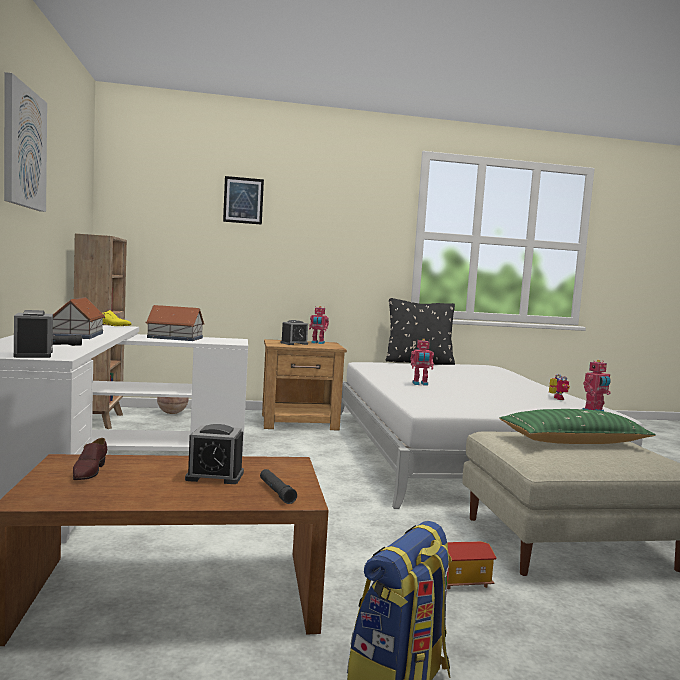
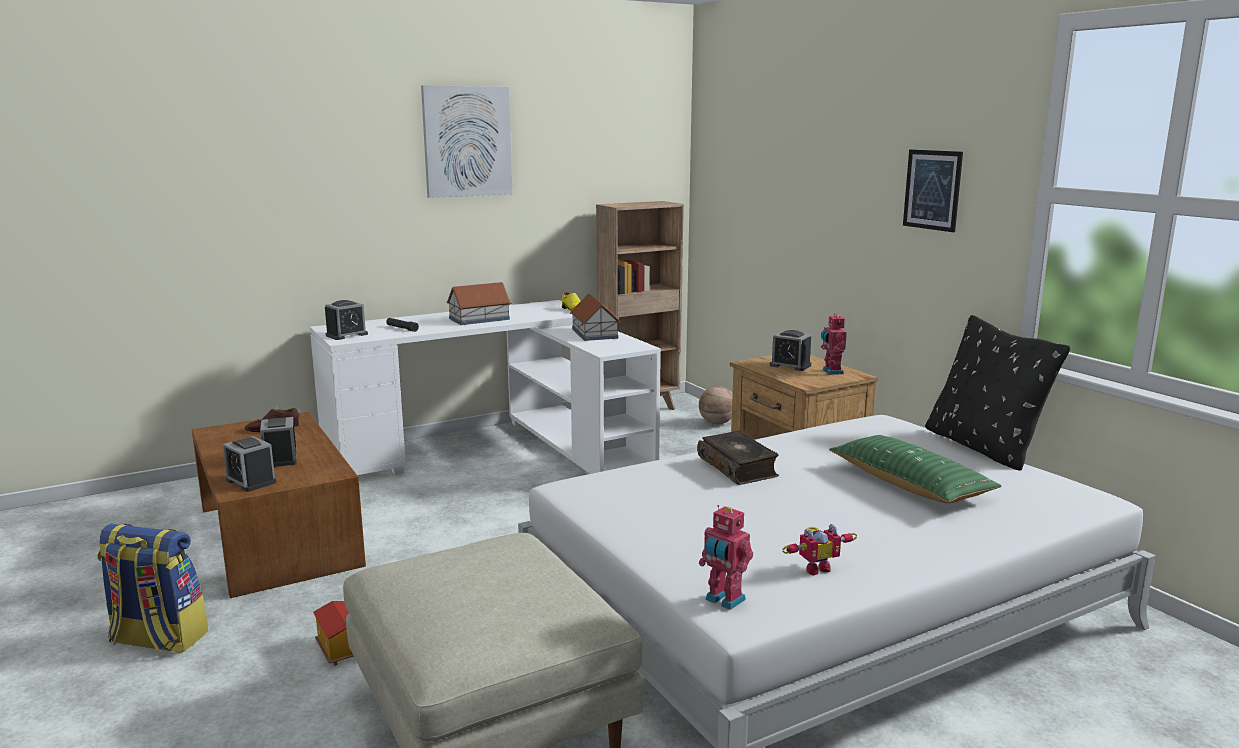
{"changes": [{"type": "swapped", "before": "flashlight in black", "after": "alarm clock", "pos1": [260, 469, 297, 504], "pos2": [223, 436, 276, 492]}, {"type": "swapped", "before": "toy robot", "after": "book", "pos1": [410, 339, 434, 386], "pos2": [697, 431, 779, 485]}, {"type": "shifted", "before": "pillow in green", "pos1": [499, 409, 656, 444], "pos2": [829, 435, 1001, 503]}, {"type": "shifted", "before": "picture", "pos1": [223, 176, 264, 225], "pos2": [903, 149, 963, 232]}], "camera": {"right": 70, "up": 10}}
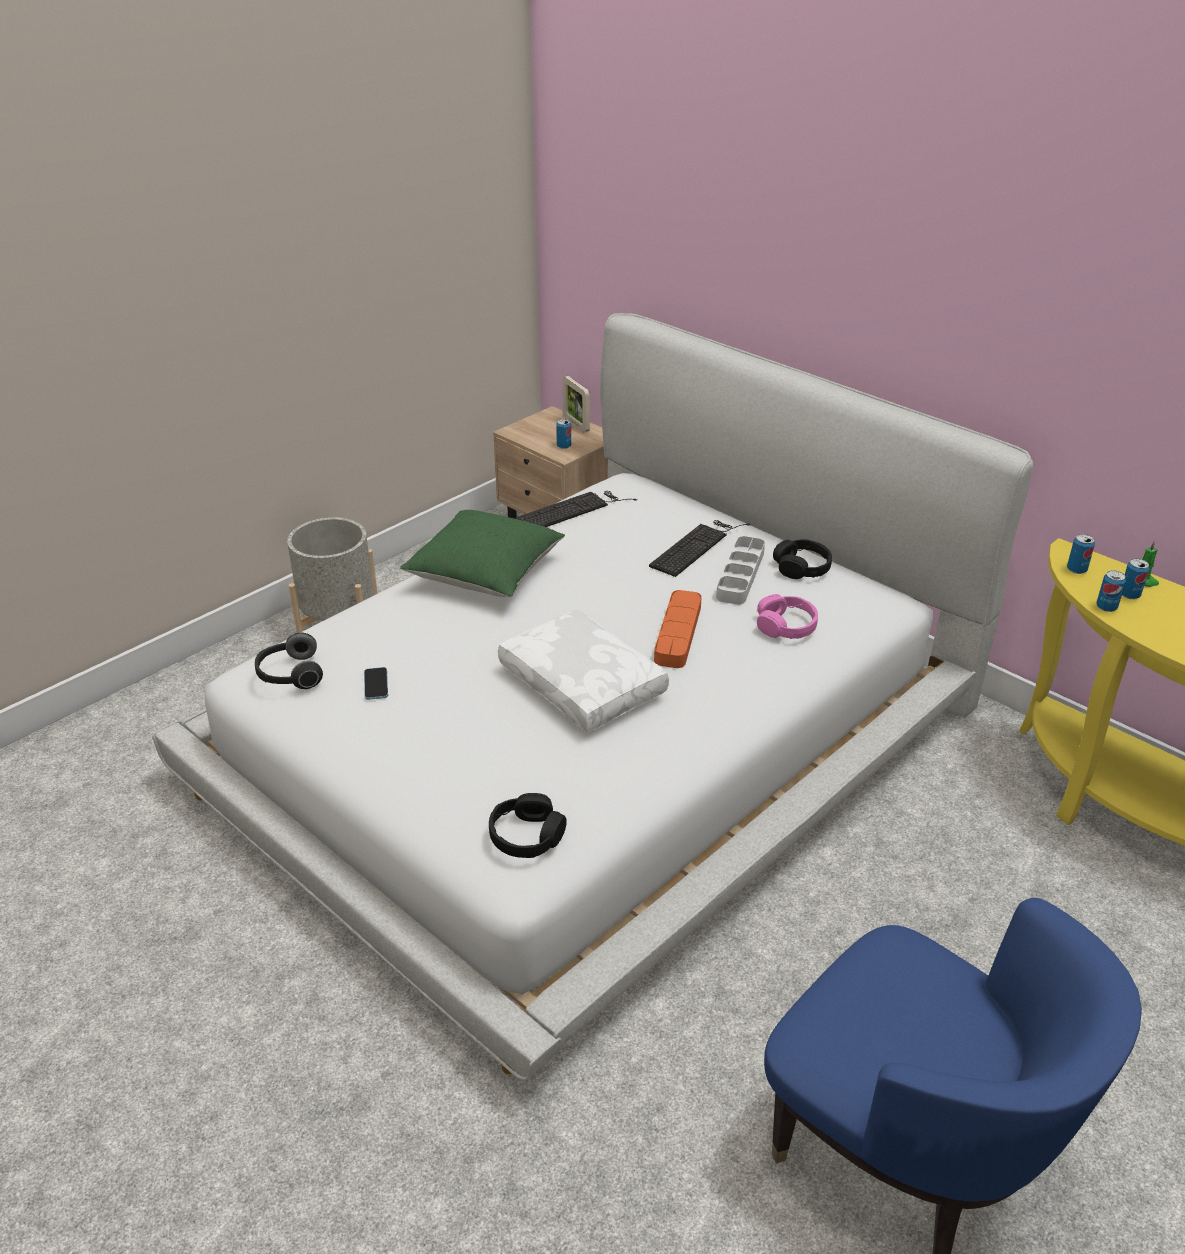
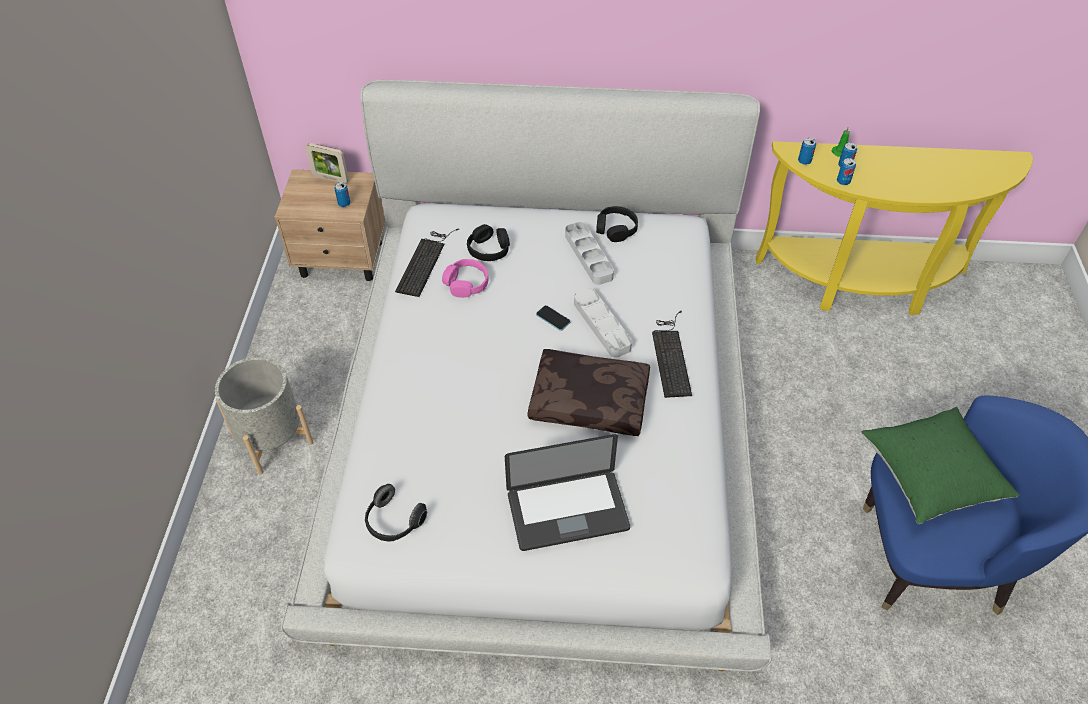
{"changes": [{"type": "shifted", "before": "headphones in pink", "pos1": [757, 594, 818, 639], "pos2": [442, 259, 488, 298]}, {"type": "shifted", "before": "headphones in black", "pos1": [489, 793, 567, 858], "pos2": [467, 224, 510, 261]}, {"type": "new", "after": "laptop", "pos2": [505, 434, 630, 551]}, {"type": "repainted", "before": "pillow in white", "after": "pillow in brown", "pos1": [498, 609, 669, 732], "pos2": [528, 349, 650, 436]}, {"type": "shifted", "before": "phone", "pos1": [364, 667, 388, 700], "pos2": [536, 305, 571, 331]}, {"type": "repainted", "before": "tray in orange", "after": "tray in grey", "pos1": [654, 590, 702, 668], "pos2": [574, 288, 632, 357]}, {"type": "shifted", "before": "keyboard", "pos1": [649, 520, 750, 577], "pos2": [652, 311, 692, 398]}, {"type": "shifted", "before": "pillow in green", "pos1": [400, 510, 565, 597], "pos2": [861, 407, 1020, 524]}], "camera": {"right": -40, "up": 15}}
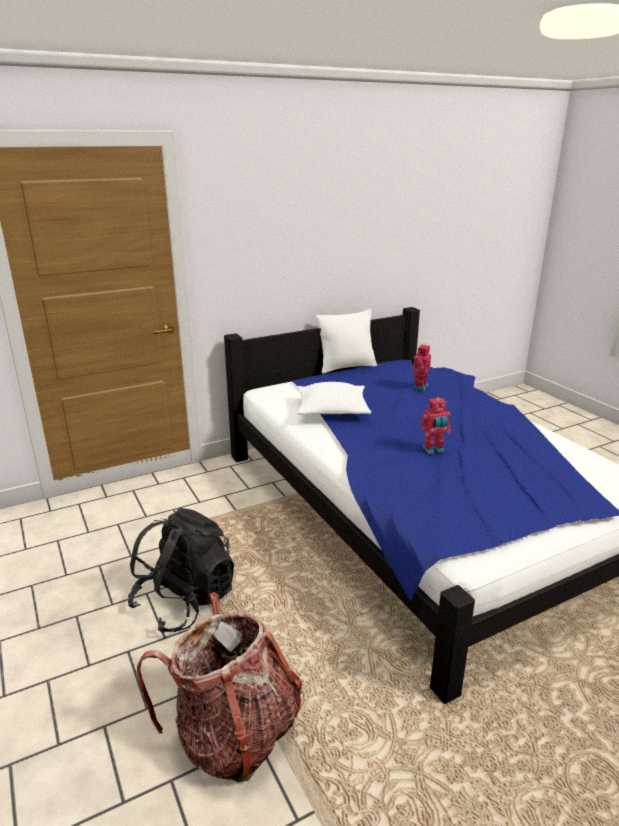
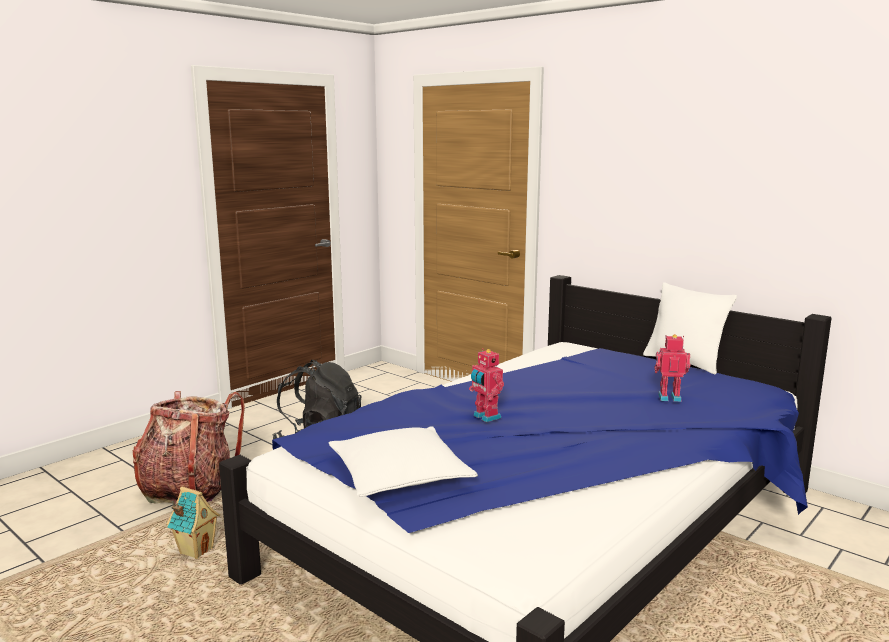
{"changes": [{"type": "new", "after": "toy house", "pos2": [166, 486, 220, 559]}, {"type": "shifted", "before": "pillow in white", "pos1": [297, 382, 371, 415], "pos2": [329, 427, 478, 497]}], "camera": {"right": 70, "up": -10}}
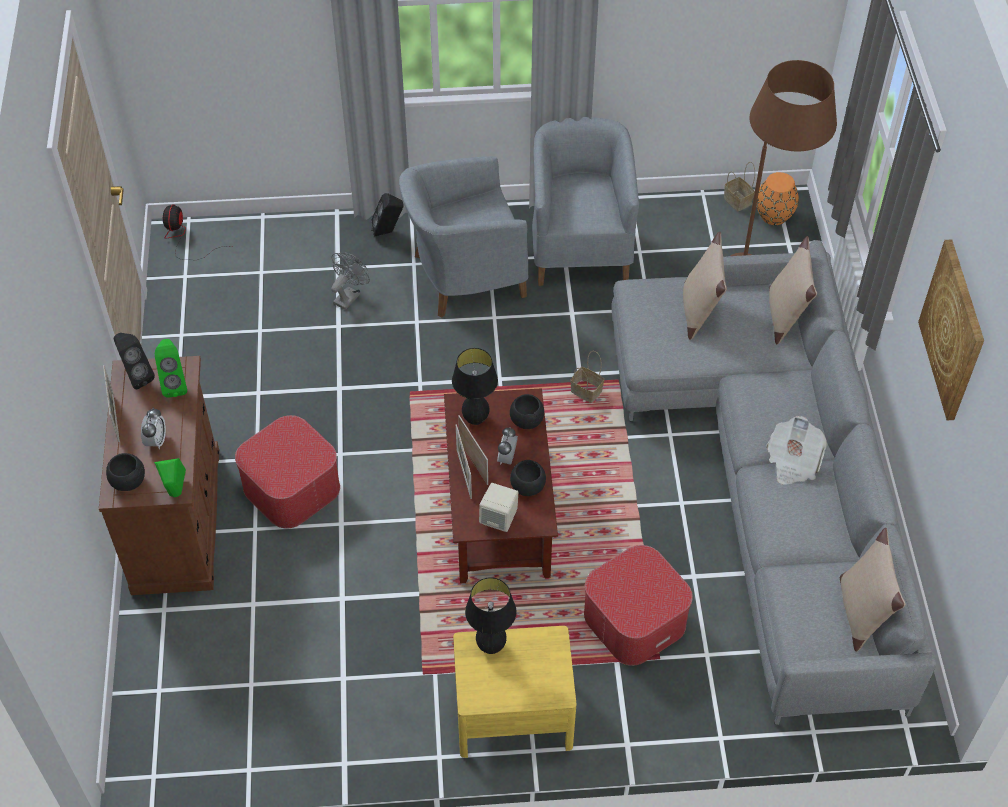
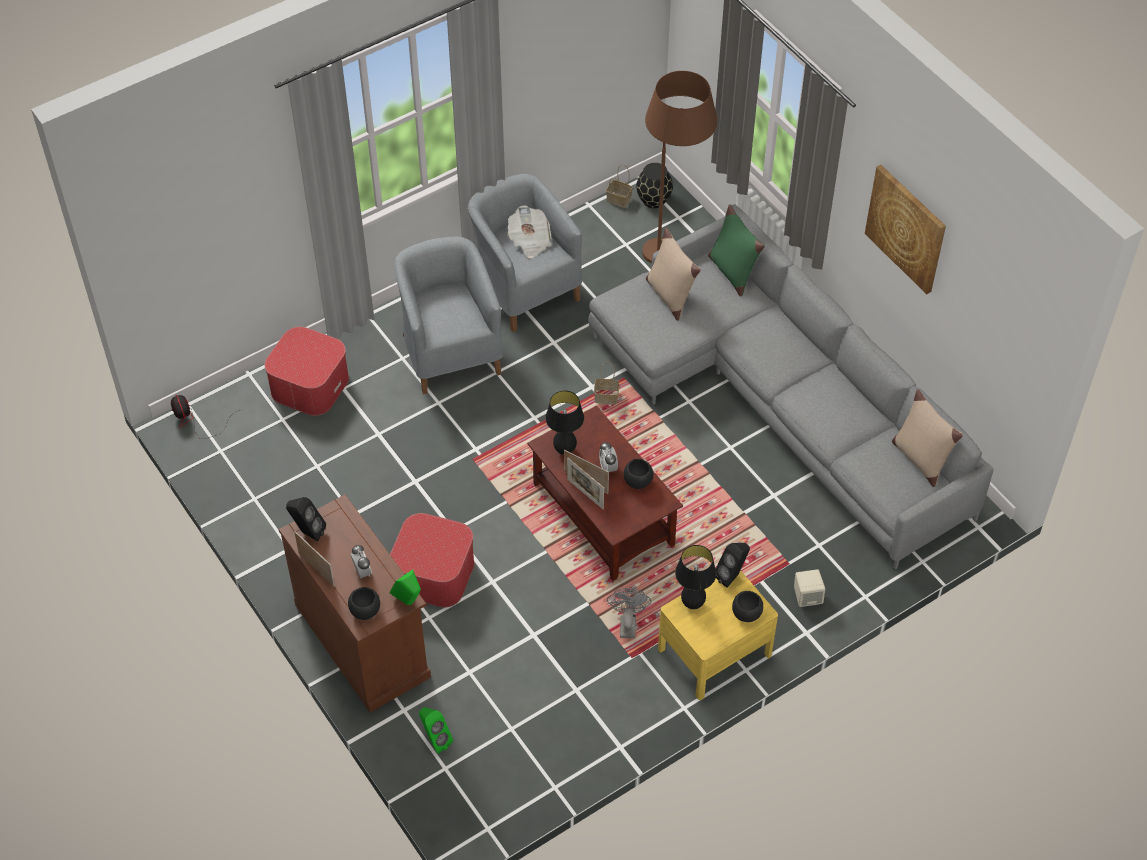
{"changes": [{"type": "shifted", "before": "ottoman", "pos1": [584, 545, 693, 666], "pos2": [265, 327, 349, 416]}, {"type": "rotated", "before": "armchair in grey", "pos1": [399, 156, 529, 318], "pos2": [394, 237, 503, 394], "turn": 120}, {"type": "shifted", "before": "speaker in green", "pos1": [155, 339, 187, 398], "pos2": [419, 707, 453, 754]}, {"type": "shifted", "before": "newspaper", "pos1": [767, 416, 827, 485], "pos2": [508, 205, 551, 259]}, {"type": "shifted", "before": "fan in grey", "pos1": [331, 253, 370, 310], "pos2": [607, 588, 652, 638]}, {"type": "repainted", "before": "vase in orange", "after": "vase in black", "pos1": [756, 172, 799, 225], "pos2": [636, 163, 673, 208]}, {"type": "repainted", "before": "pillow in beige", "after": "pillow in green", "pos1": [769, 236, 817, 344], "pos2": [708, 204, 765, 297]}, {"type": "shifted", "before": "speaker in black", "pos1": [371, 193, 403, 237], "pos2": [716, 543, 750, 588]}, {"type": "shifted", "before": "bowl in black", "pos1": [510, 394, 544, 429], "pos2": [732, 591, 763, 622]}, {"type": "shifted", "before": "speaker in beige", "pos1": [479, 483, 518, 532], "pos2": [794, 569, 825, 607]}], "camera": {"right": -30, "up": 0}}
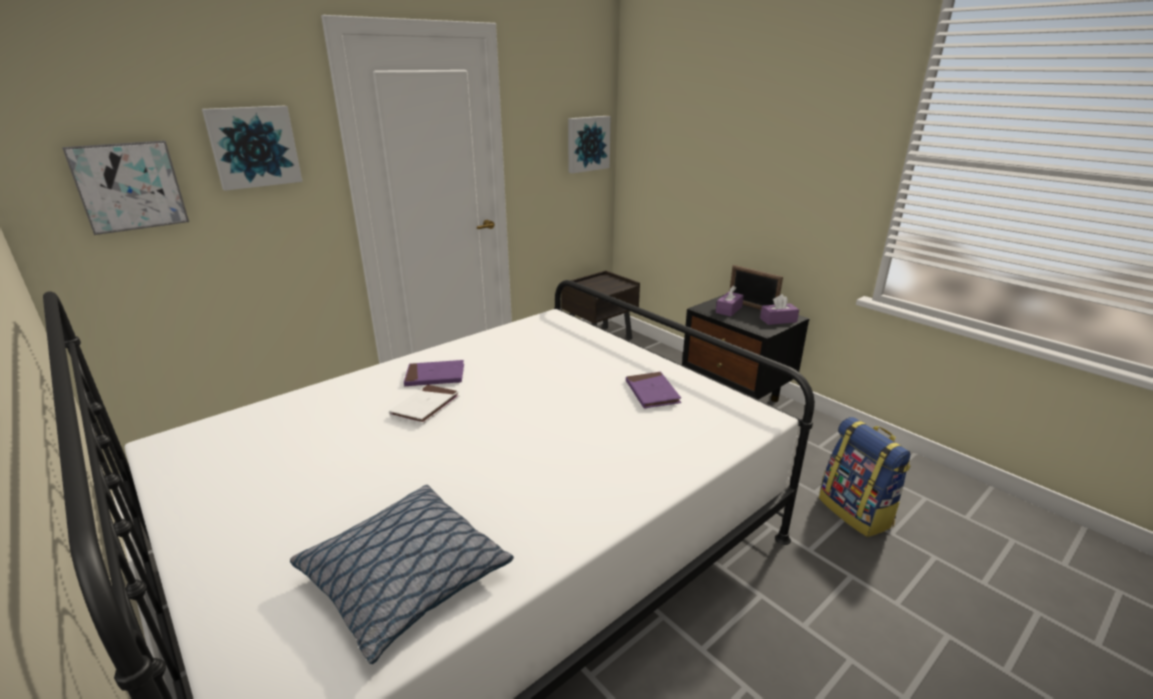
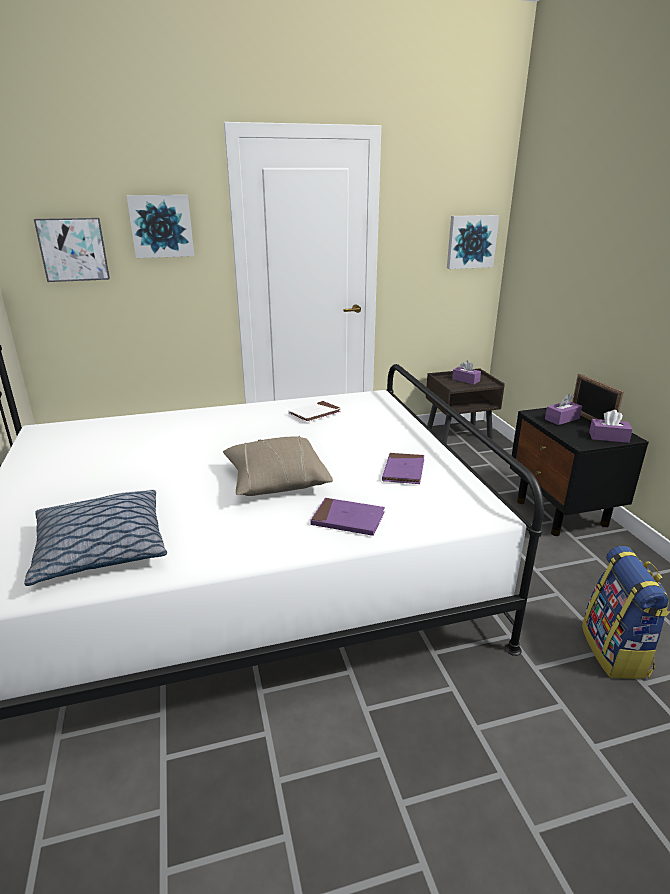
{"changes": [{"type": "new", "after": "pillow in beige", "pos2": [223, 436, 333, 496]}, {"type": "shifted", "before": "book in white", "pos1": [389, 385, 460, 424], "pos2": [288, 401, 342, 422]}, {"type": "shifted", "before": "book in purple", "pos1": [404, 360, 464, 386], "pos2": [310, 498, 385, 536]}, {"type": "new", "after": "tissue box in purple", "pos2": [452, 360, 481, 385]}], "camera": {"right": 25, "up": 0}}
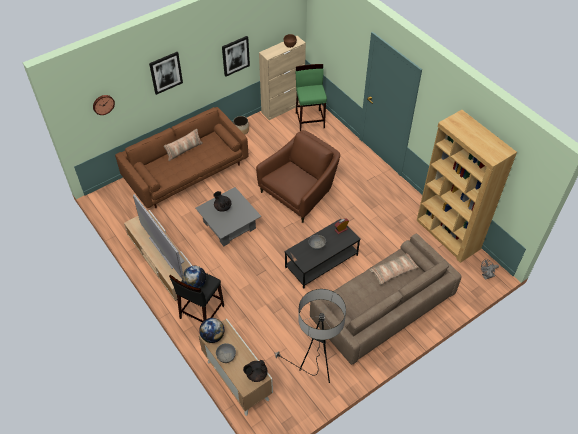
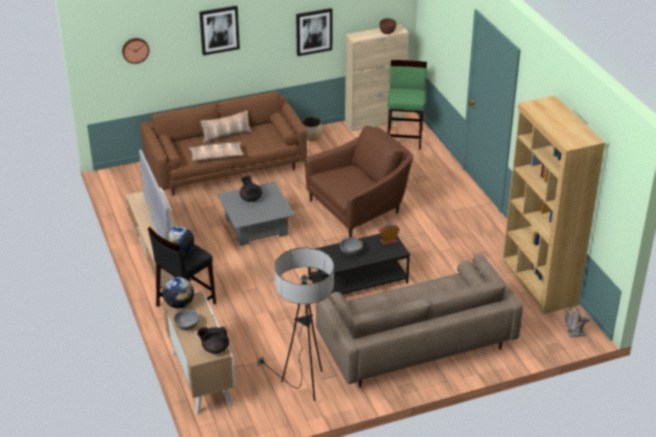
{"changes": [{"type": "shifted", "before": "pillow", "pos1": [370, 253, 419, 285], "pos2": [189, 142, 244, 161]}], "camera": {"right": 15, "up": -15}}
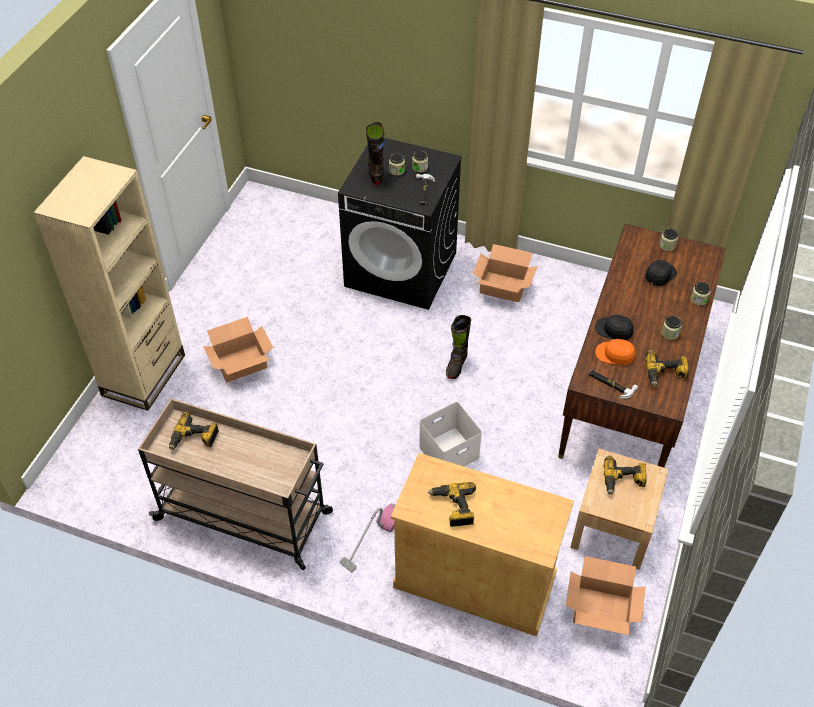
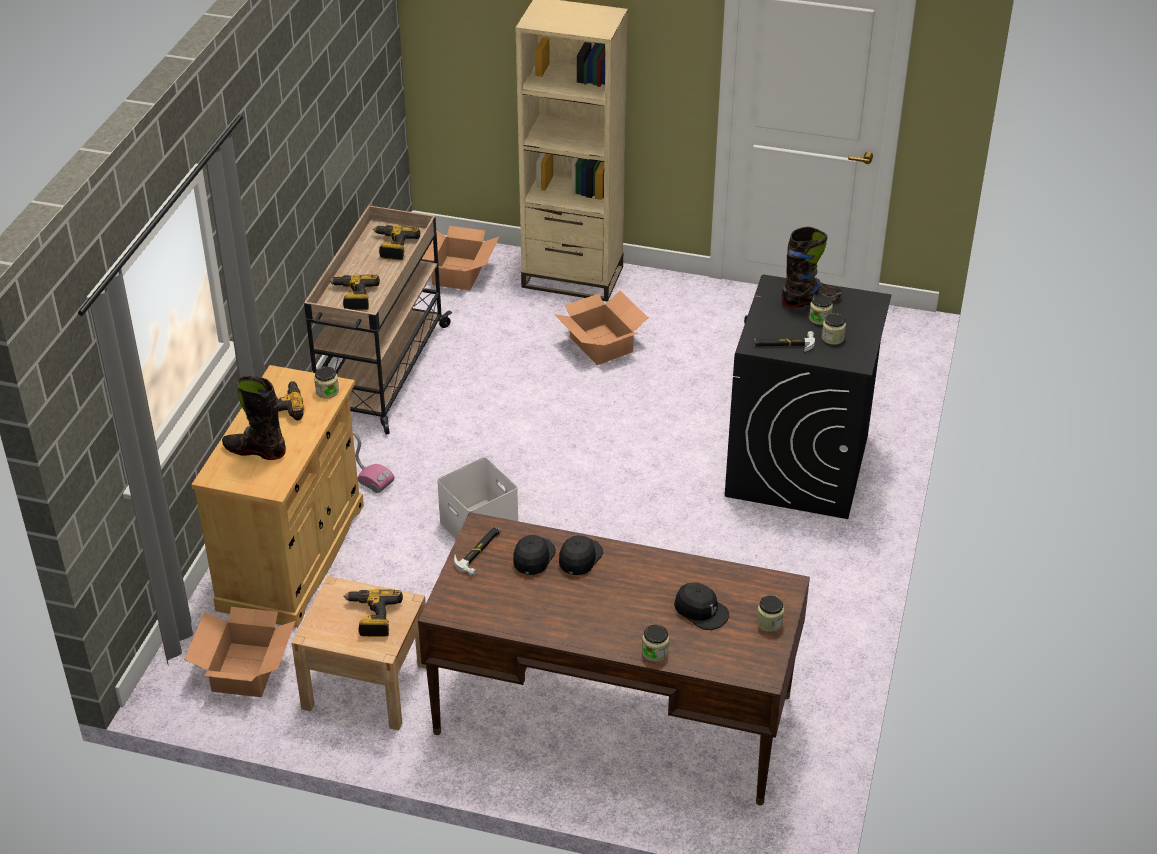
{"changes": [{"type": "shifted", "before": "boot in black", "pos1": [446, 315, 471, 379], "pos2": [222, 376, 286, 460]}, {"type": "shifted", "before": "jar", "pos1": [661, 316, 682, 340], "pos2": [314, 367, 339, 399]}, {"type": "shifted", "before": "power drill", "pos1": [645, 350, 689, 387], "pos2": [329, 274, 380, 310]}, {"type": "shifted", "before": "cardboard box", "pos1": [473, 244, 537, 303], "pos2": [422, 226, 500, 290]}, {"type": "repainted", "before": "cap in orange", "after": "cap in black", "pos1": [595, 339, 635, 365], "pos2": [513, 535, 556, 575]}], "camera": {"right": 85, "up": -10}}
